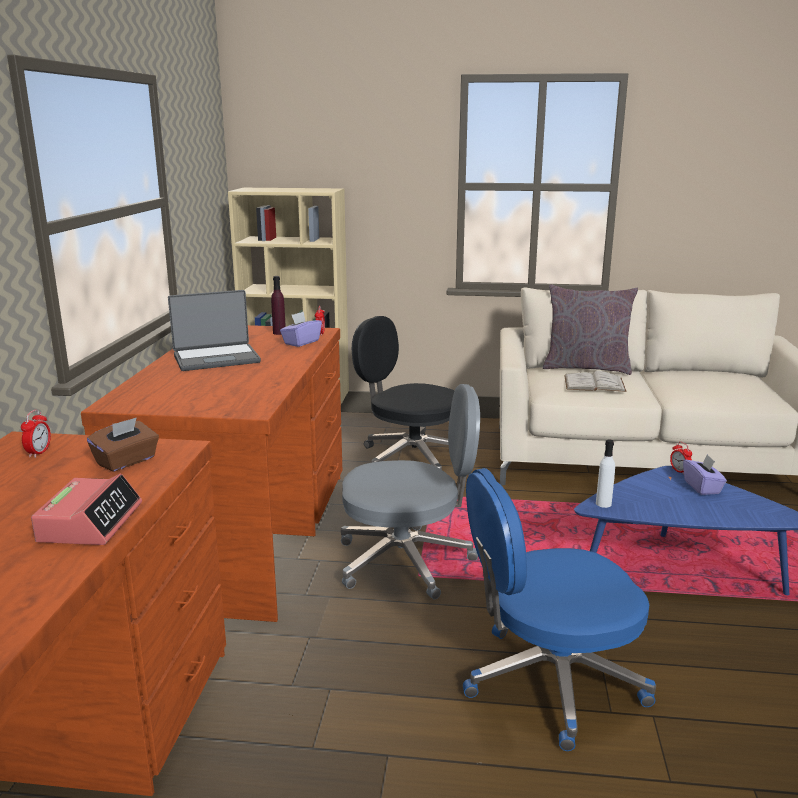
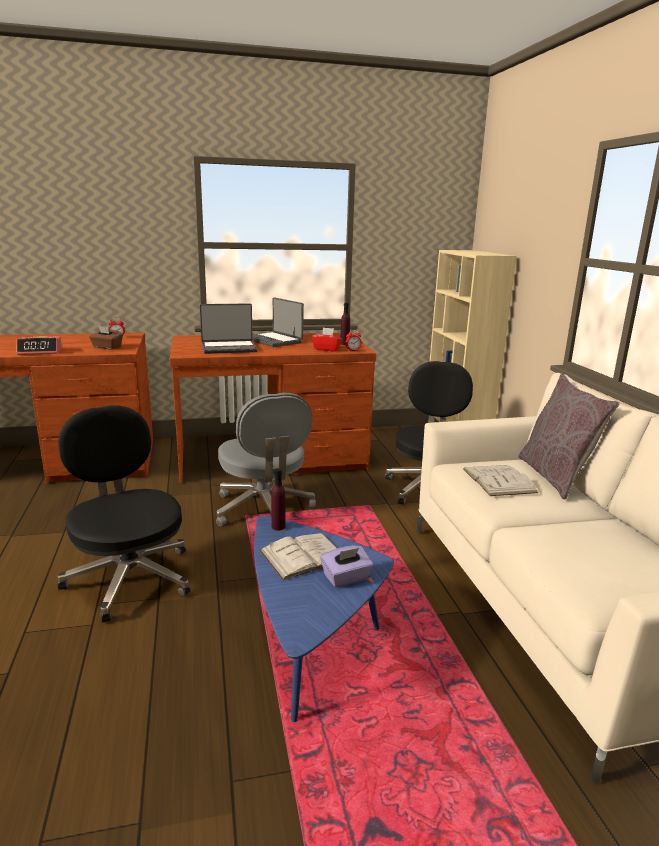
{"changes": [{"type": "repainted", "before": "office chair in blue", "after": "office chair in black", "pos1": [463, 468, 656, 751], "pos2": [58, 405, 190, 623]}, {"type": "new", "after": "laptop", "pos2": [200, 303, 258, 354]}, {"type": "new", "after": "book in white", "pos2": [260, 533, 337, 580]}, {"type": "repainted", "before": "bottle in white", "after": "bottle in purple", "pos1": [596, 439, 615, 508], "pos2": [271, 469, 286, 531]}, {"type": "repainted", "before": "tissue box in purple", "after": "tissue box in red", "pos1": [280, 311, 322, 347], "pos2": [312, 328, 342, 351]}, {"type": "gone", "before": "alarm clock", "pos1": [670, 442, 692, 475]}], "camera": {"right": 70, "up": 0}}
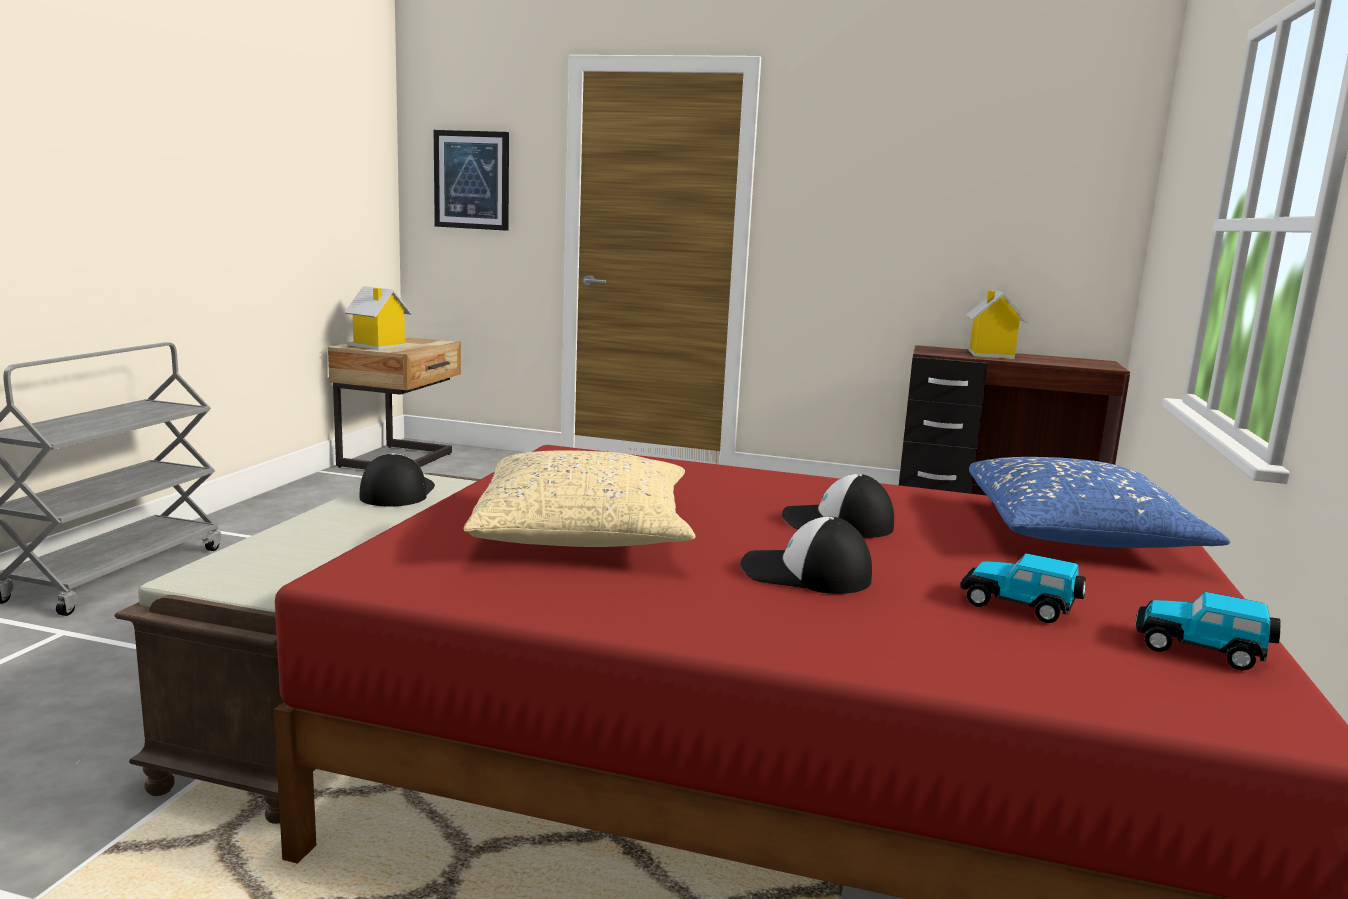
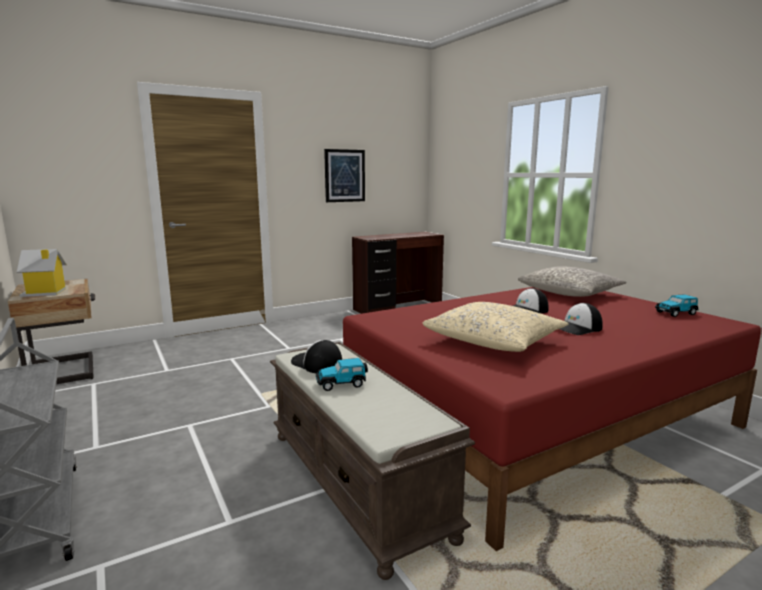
{"changes": [{"type": "shifted", "before": "toy car", "pos1": [960, 553, 1086, 623], "pos2": [316, 358, 368, 391]}, {"type": "shifted", "before": "picture", "pos1": [434, 130, 509, 231], "pos2": [324, 149, 365, 202]}, {"type": "repainted", "before": "pillow in blue", "after": "pillow in grey", "pos1": [969, 457, 1230, 548], "pos2": [518, 266, 627, 297]}, {"type": "gone", "before": "toy house", "pos1": [966, 290, 1029, 359]}], "camera": {"right": -45, "up": 0}}
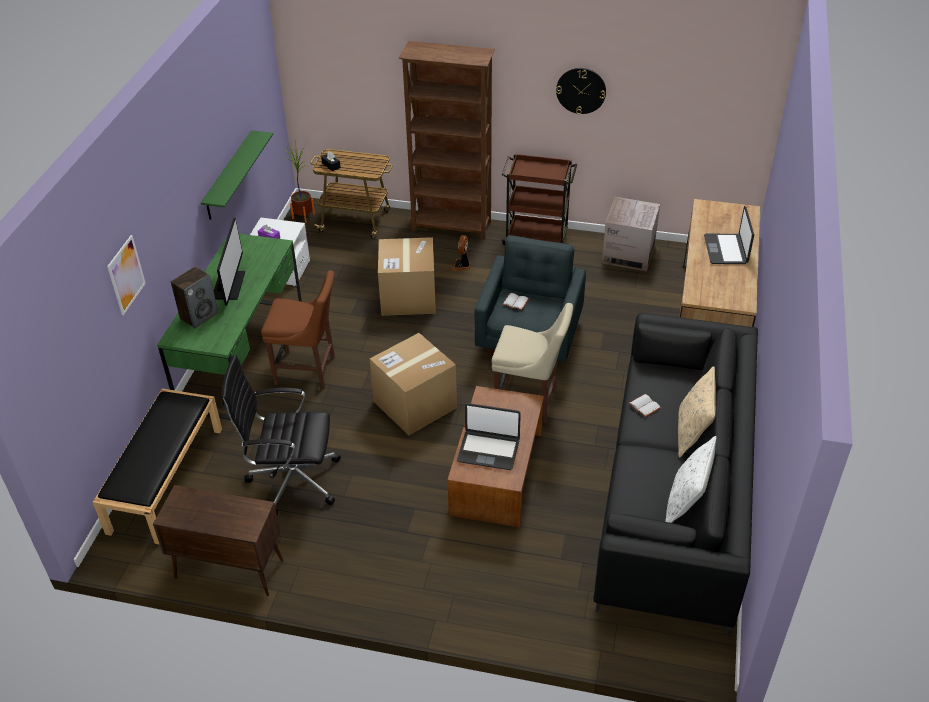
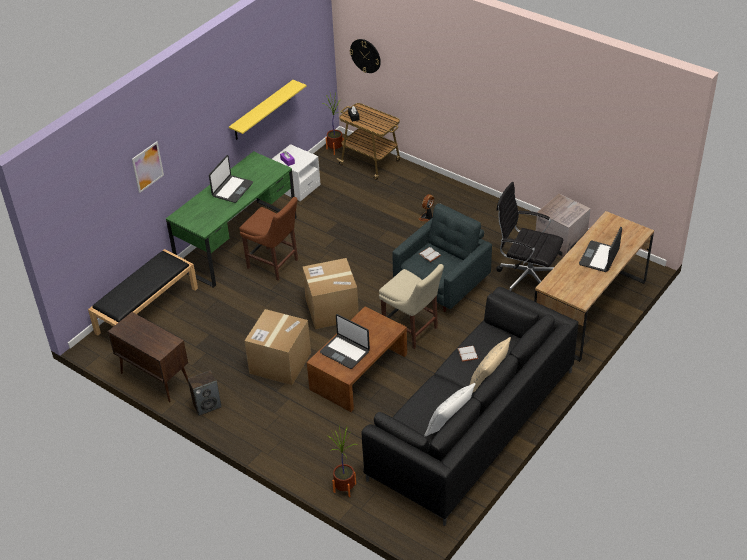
{"changes": [{"type": "shifted", "before": "speaker", "pos1": [171, 267, 218, 329], "pos2": [188, 370, 222, 416]}, {"type": "swapped", "before": "monitor", "after": "laptop", "pos1": [214, 218, 245, 306], "pos2": [209, 155, 253, 203]}, {"type": "repainted", "before": "shelf in green", "after": "shelf in yellow", "pos1": [201, 130, 273, 220], "pos2": [229, 80, 307, 140]}, {"type": "shifted", "before": "cardboard box", "pos1": [378, 237, 436, 316], "pos2": [244, 309, 311, 385]}, {"type": "new", "after": "potted plant", "pos2": [327, 425, 356, 497]}, {"type": "shifted", "before": "wall clock", "pos1": [556, 68, 606, 114], "pos2": [350, 39, 381, 73]}, {"type": "shifted", "before": "office chair in black", "pos1": [221, 355, 341, 516], "pos2": [496, 182, 563, 291]}, {"type": "gone", "before": "bookcase in brown", "pos1": [399, 41, 495, 240]}, {"type": "gone", "before": "cart in brown", "pos1": [500, 153, 577, 245]}], "camera": {"right": 25, "up": 0}}
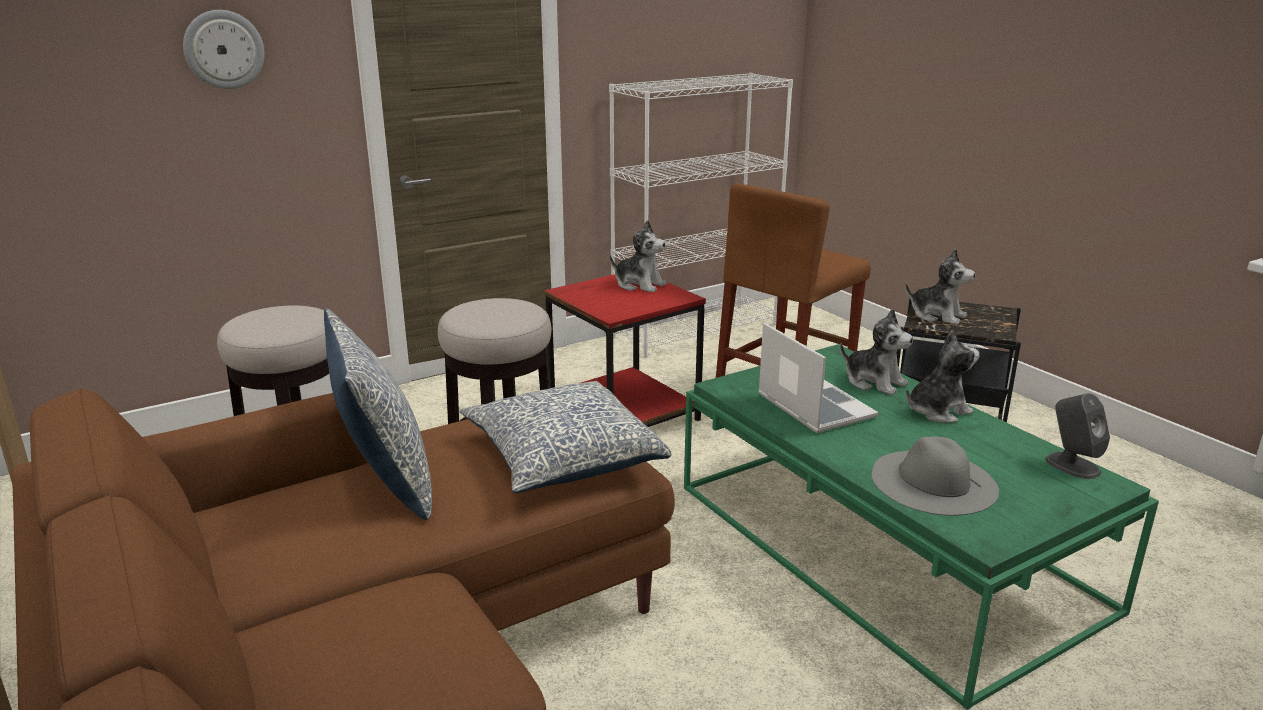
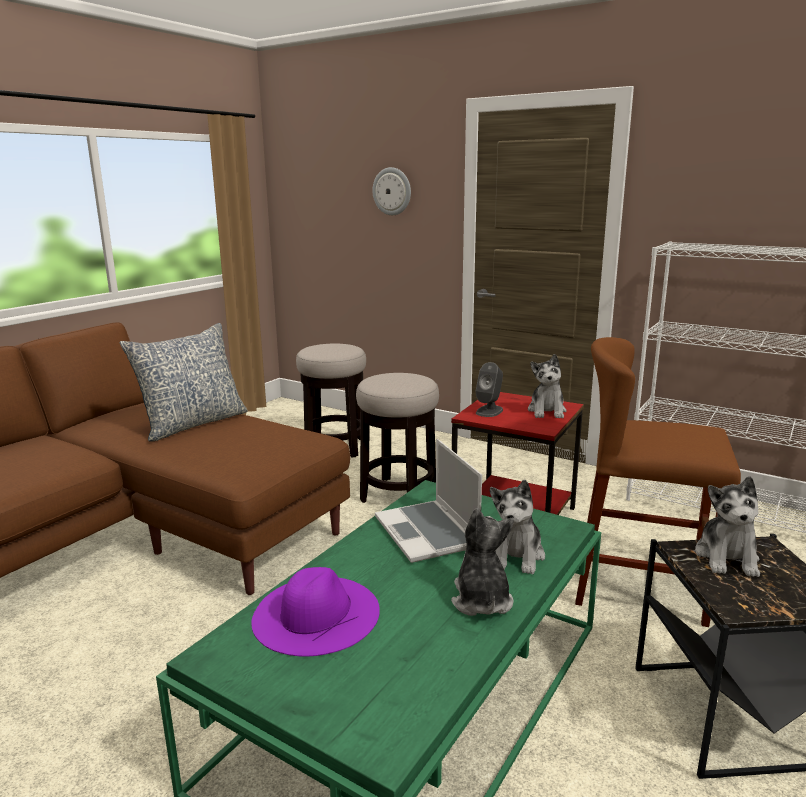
{"changes": [{"type": "repainted", "before": "hat in grey", "after": "hat in purple", "pos1": [872, 437, 999, 516], "pos2": [251, 567, 380, 657]}, {"type": "rotated", "before": "laptop", "pos1": [758, 322, 879, 433], "pos2": [375, 439, 482, 563], "turn": 120}, {"type": "rotated", "before": "plush toy", "pos1": [906, 330, 980, 423], "pos2": [451, 508, 514, 616], "turn": -135}, {"type": "shifted", "before": "speaker in grey", "pos1": [1045, 393, 1110, 479], "pos2": [476, 362, 503, 417]}, {"type": "gone", "before": "pillow", "pos1": [460, 381, 671, 493]}], "camera": {"right": 65, "up": -5}}
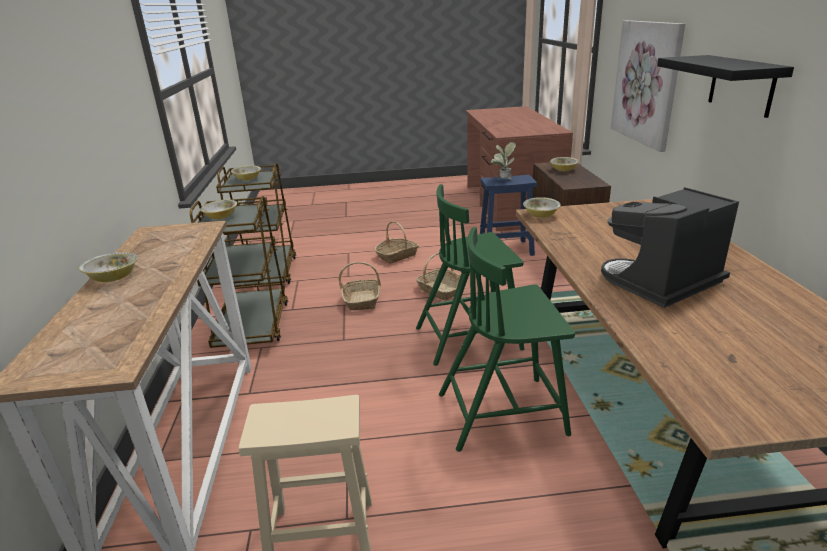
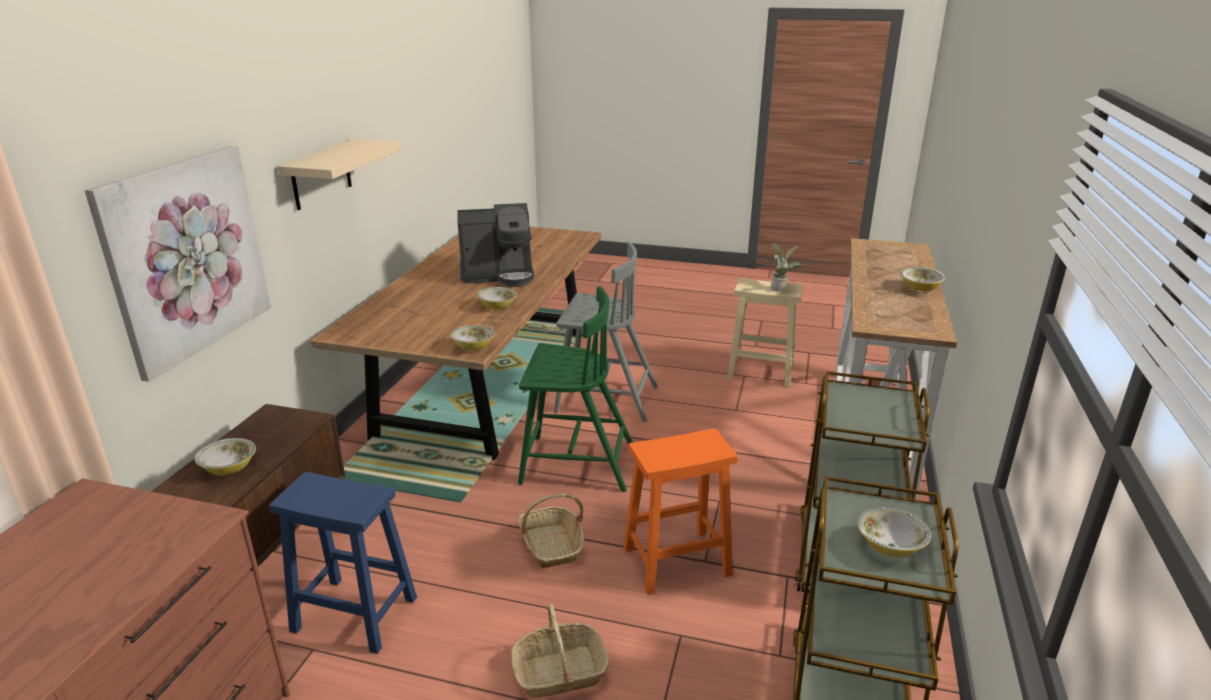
{"changes": [{"type": "repainted", "before": "shelf in black", "after": "shelf in beige", "pos1": [657, 55, 794, 118], "pos2": [277, 139, 402, 210]}, {"type": "shifted", "before": "bowl", "pos1": [200, 200, 237, 219], "pos2": [477, 287, 517, 309]}, {"type": "repainted", "before": "chair in green", "after": "chair in grey", "pos1": [439, 227, 575, 452], "pos2": [554, 243, 658, 422]}, {"type": "swapped", "before": "basket", "after": "stool in orange", "pos1": [339, 262, 381, 310], "pos2": [623, 428, 738, 595]}, {"type": "shifted", "before": "potted plant", "pos1": [491, 142, 516, 179], "pos2": [770, 243, 801, 292]}], "camera": {"right": -160, "up": 0}}
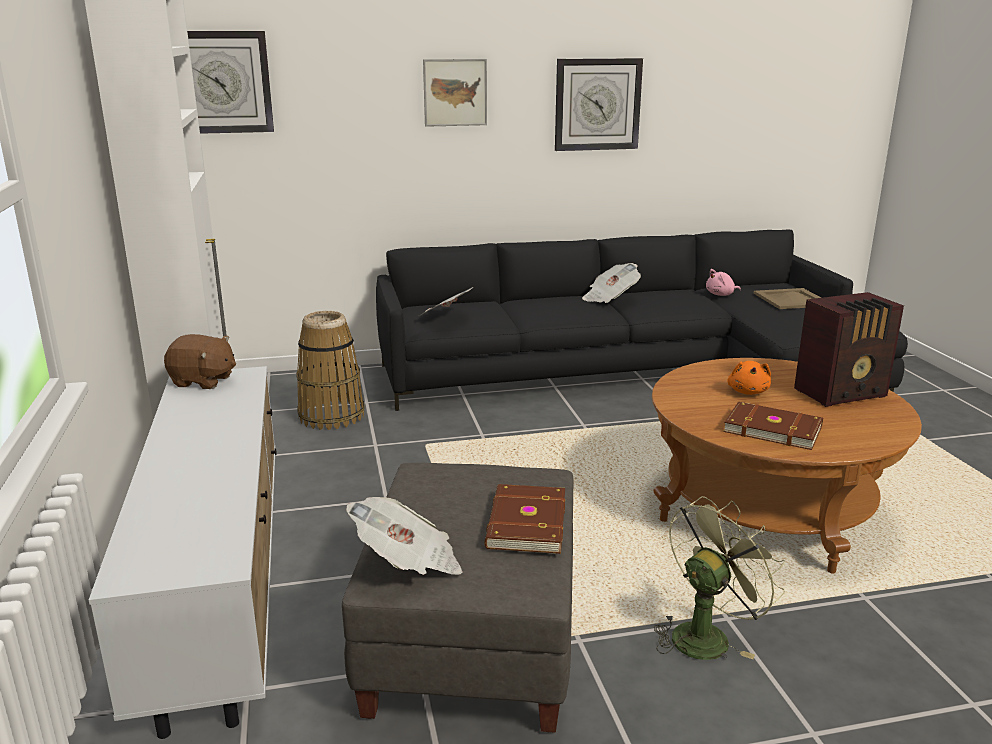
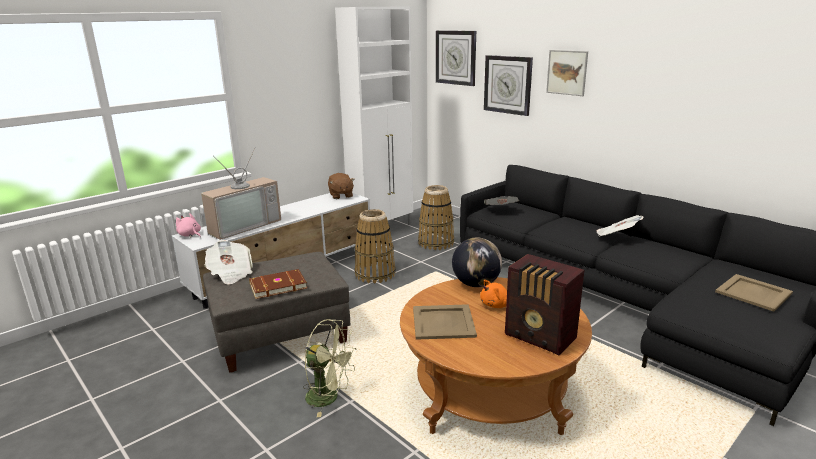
{"changes": [{"type": "shifted", "before": "plush toy in pink", "pos1": [706, 269, 741, 296], "pos2": [176, 213, 201, 237]}, {"type": "new", "after": "television", "pos2": [201, 147, 281, 240]}, {"type": "new", "after": "basket", "pos2": [354, 209, 396, 284]}, {"type": "swapped", "before": "book in brown", "after": "tray in beige", "pos1": [723, 402, 823, 450], "pos2": [413, 304, 477, 340]}, {"type": "new", "after": "globe", "pos2": [452, 237, 502, 287]}, {"type": "shifted", "before": "wall clock", "pos1": [555, 58, 643, 151], "pos2": [484, 55, 533, 116]}], "camera": {"right": 60, "up": 0}}
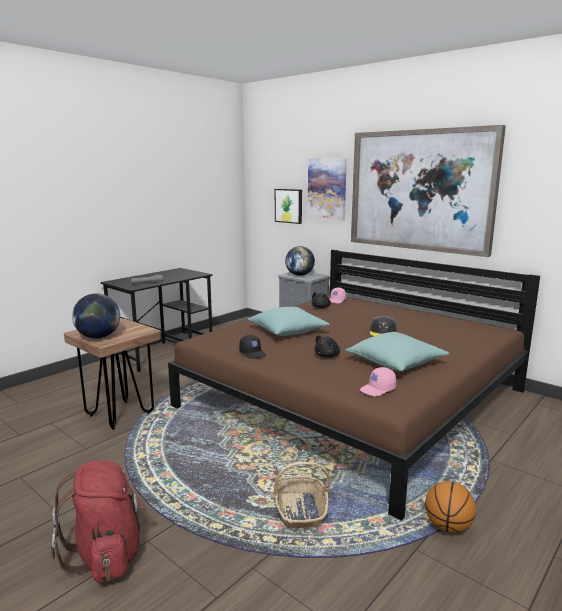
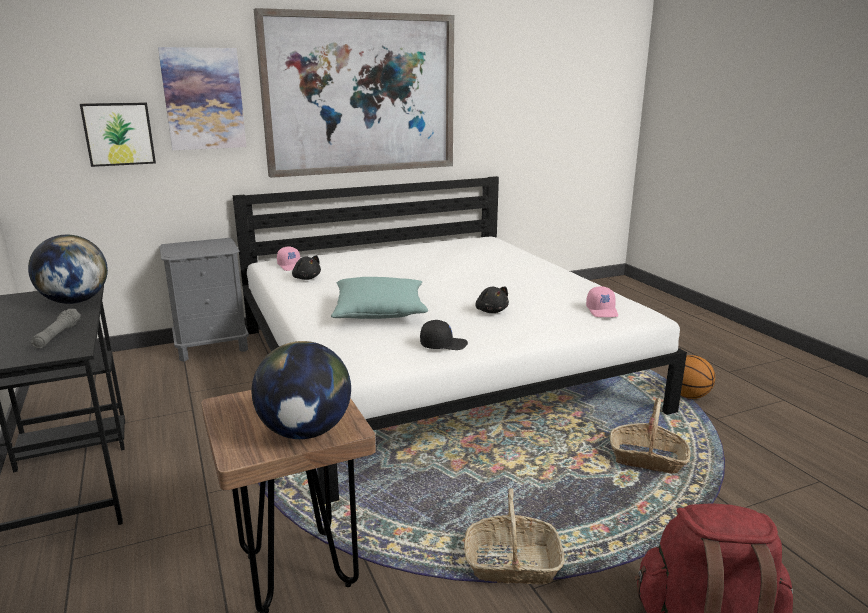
{"changes": [{"type": "shifted", "before": "globe", "pos1": [285, 246, 315, 276], "pos2": [28, 235, 108, 304]}, {"type": "repainted", "before": "bed in brown", "after": "bed in white", "pos1": [168, 249, 540, 520], "pos2": [233, 176, 687, 504]}, {"type": "new", "after": "basket", "pos2": [464, 488, 565, 584]}, {"type": "gone", "before": "pillow in turquoise", "pos1": [346, 332, 449, 371]}, {"type": "gone", "before": "cap in grey", "pos1": [370, 316, 397, 336]}], "camera": {"right": -65, "up": 5}}
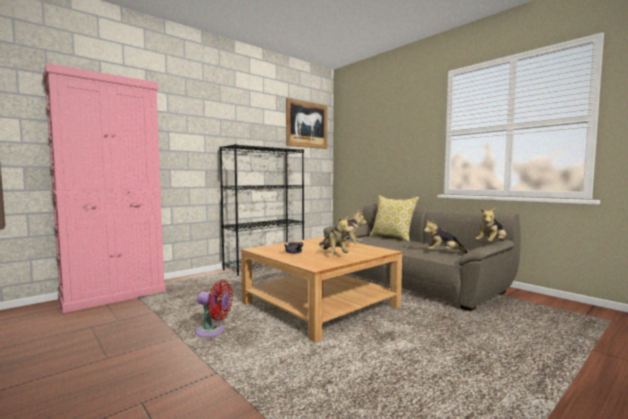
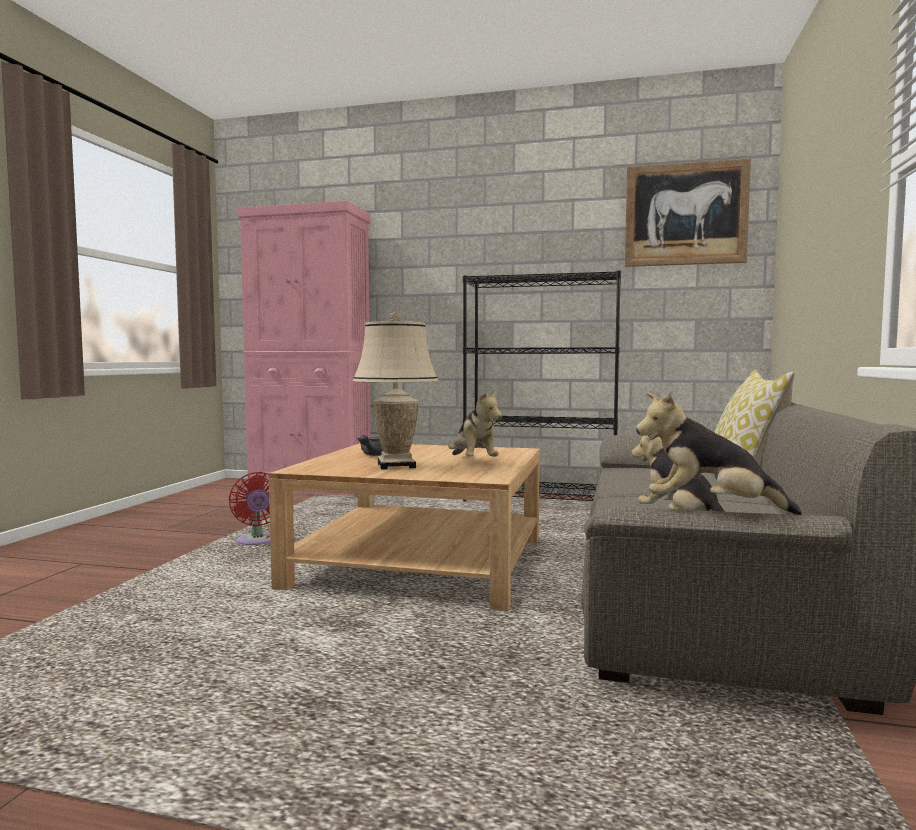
{"changes": [{"type": "swapped", "before": "plush toy", "after": "table lamp in beige", "pos1": [321, 216, 350, 253], "pos2": [353, 312, 439, 469]}], "camera": {"right": 55, "up": 0}}
